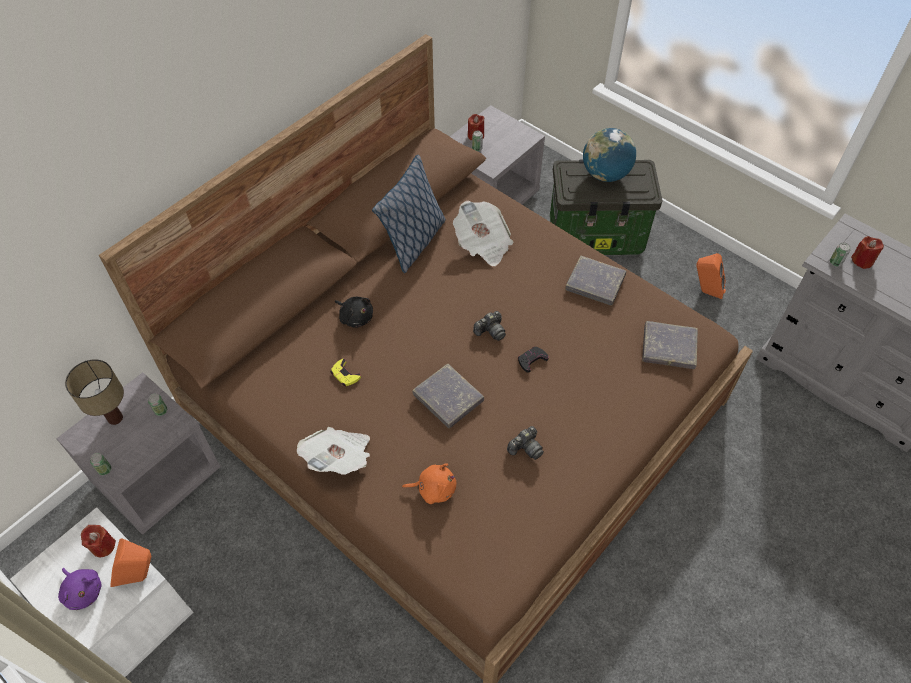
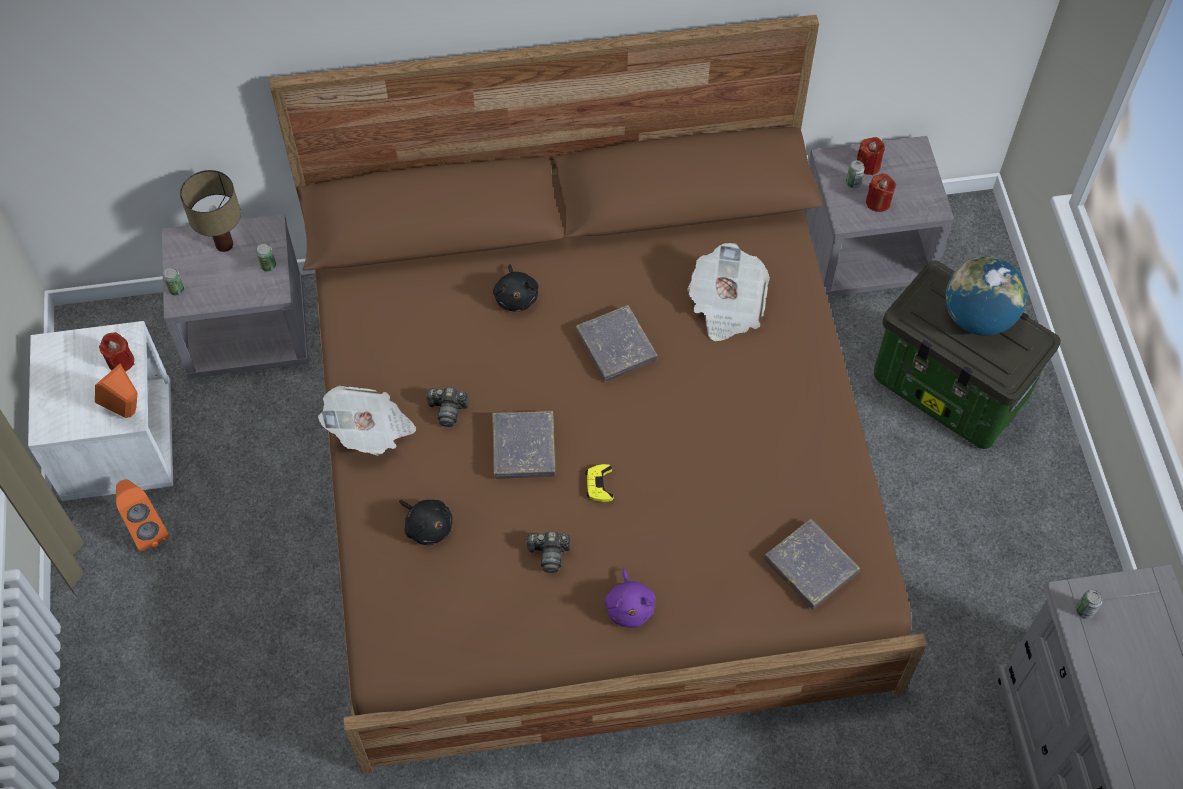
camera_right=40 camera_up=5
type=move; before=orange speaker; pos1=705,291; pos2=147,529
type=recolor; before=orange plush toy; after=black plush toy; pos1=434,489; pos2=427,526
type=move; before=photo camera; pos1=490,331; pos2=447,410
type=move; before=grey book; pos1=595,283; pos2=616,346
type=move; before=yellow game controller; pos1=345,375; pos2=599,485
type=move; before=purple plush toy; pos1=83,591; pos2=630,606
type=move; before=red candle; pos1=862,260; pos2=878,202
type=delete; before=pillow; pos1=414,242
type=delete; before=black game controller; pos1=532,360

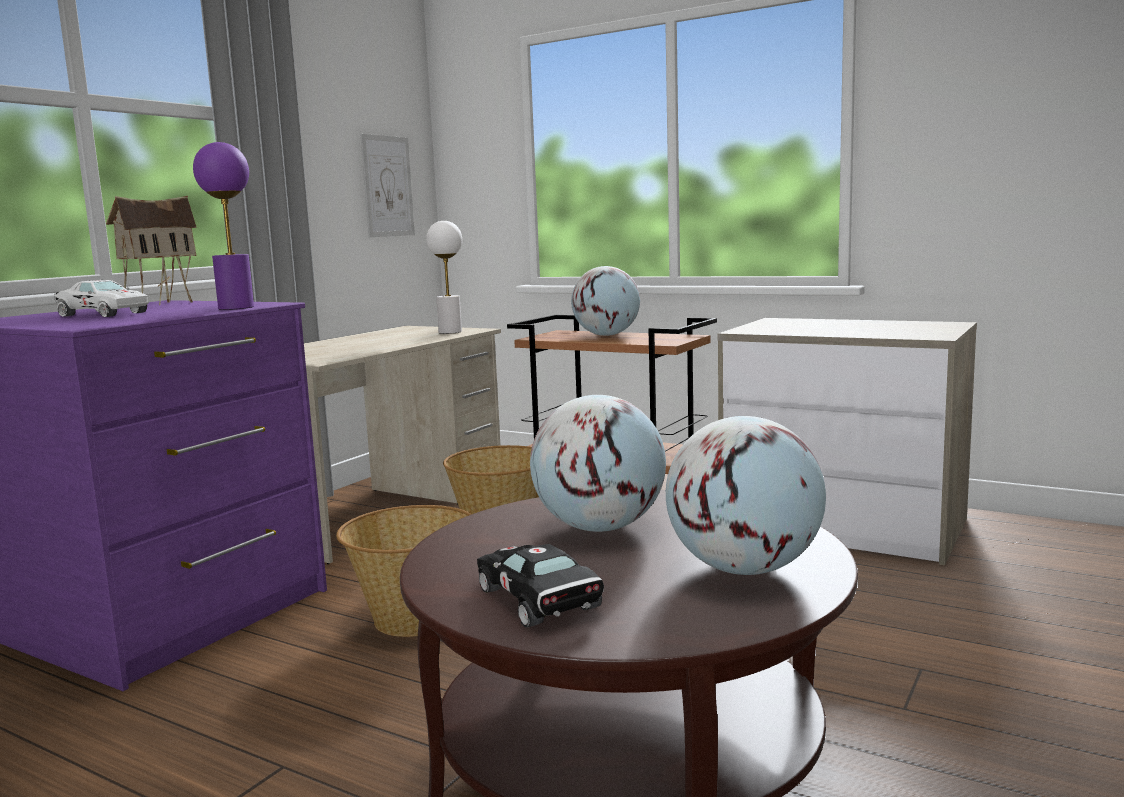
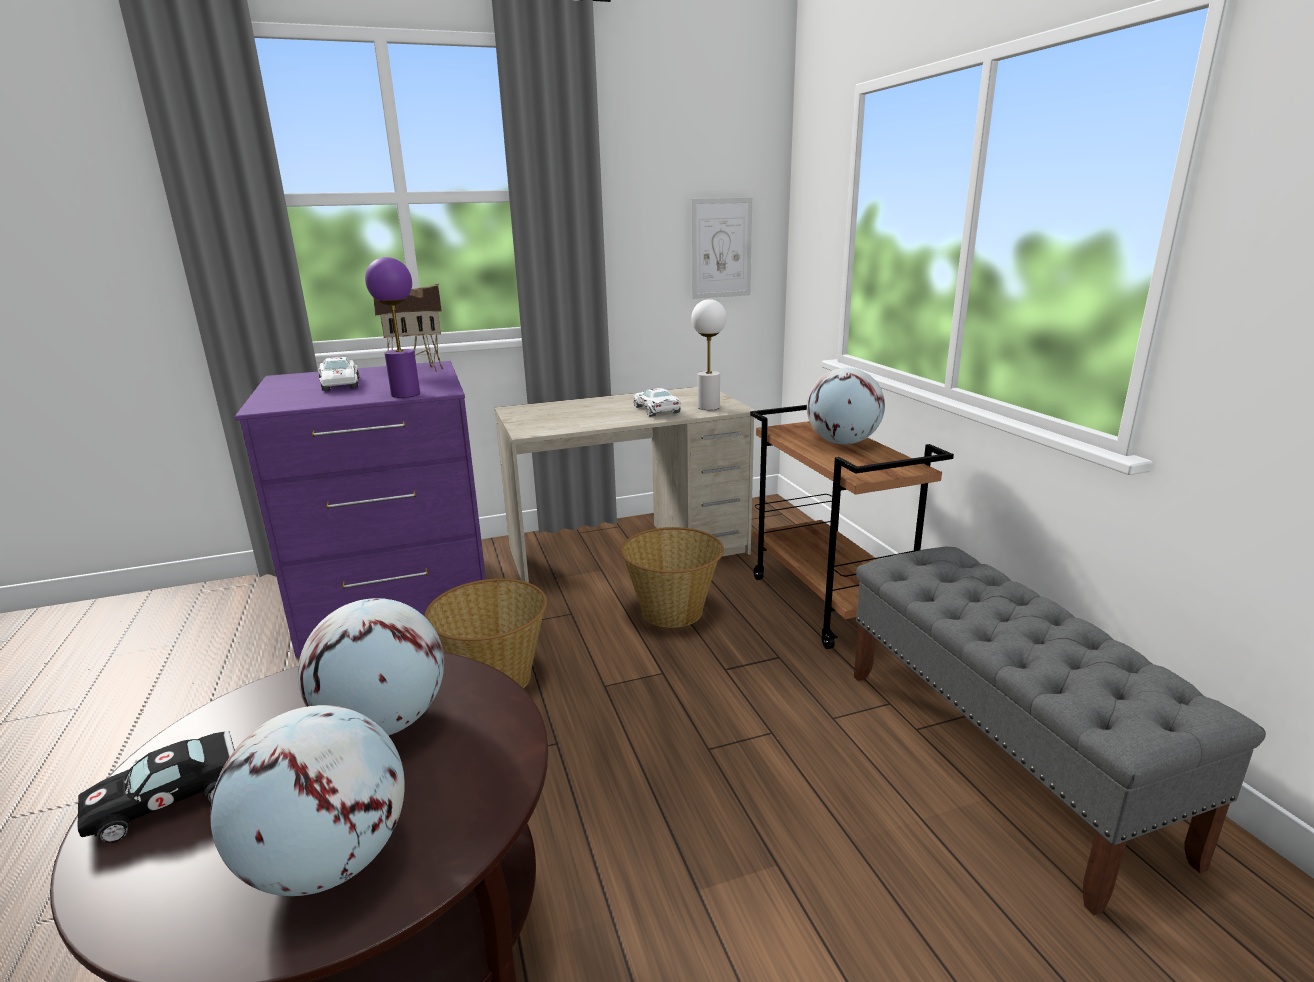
camera_right=40 camera_up=10
type=rotate; before=black toy car; pos1=539,601; pos2=174,797; turn=-135
type=insert; after=white toy car; pos2=656,410
type=replace; before=dresser; after=grey bench; pos1=845,524; pos2=1001,757

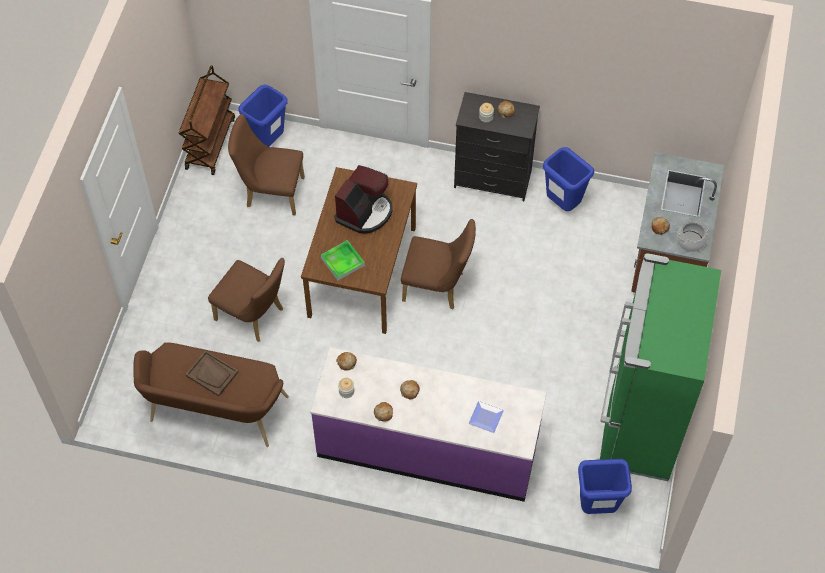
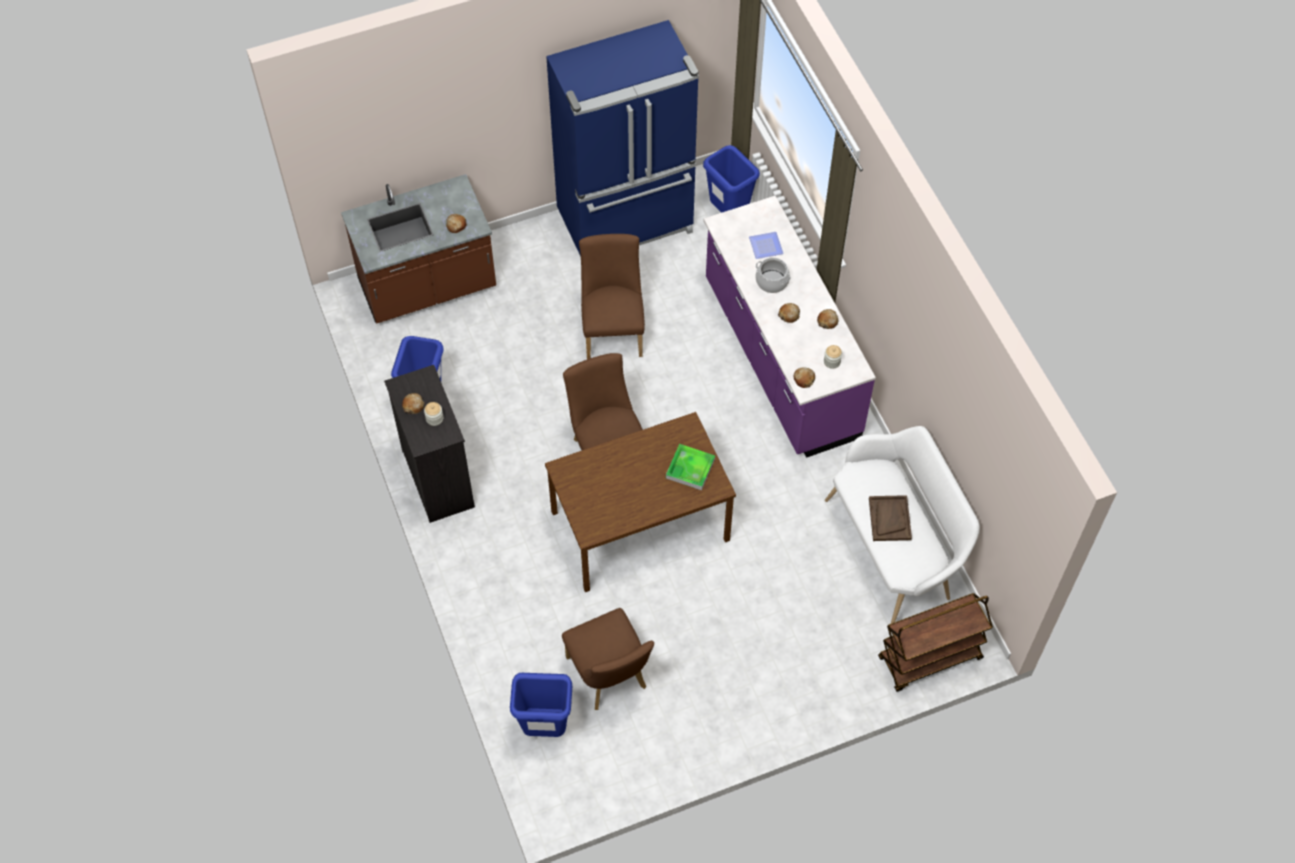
camera_right=-125 camera_up=0
type=recolor; before=green fridge; after=blue fridge; pos1=637,424; pos2=627,223
type=move; before=brown chair; pos1=254,316; pos2=613,329
type=move; before=cooking pot; pos1=690,241; pos2=772,281
type=recolor; before=brown bench; after=white bench; pos1=215,414; pos2=894,549
type=move; before=brown cart; pos1=210,143; pos2=929,659
type=delete; before=coffee machine; pos1=365,212

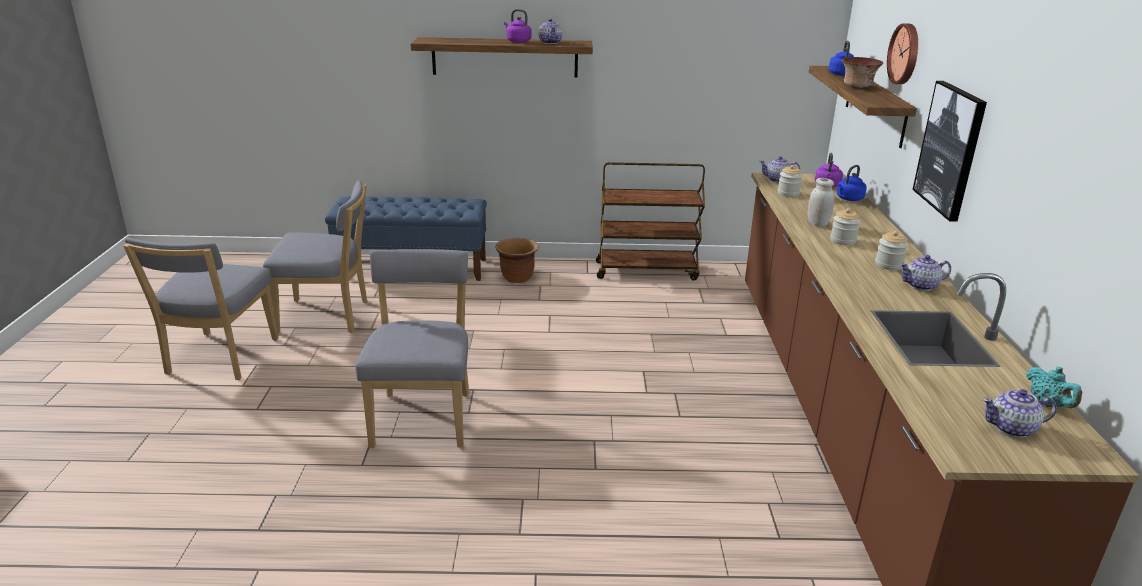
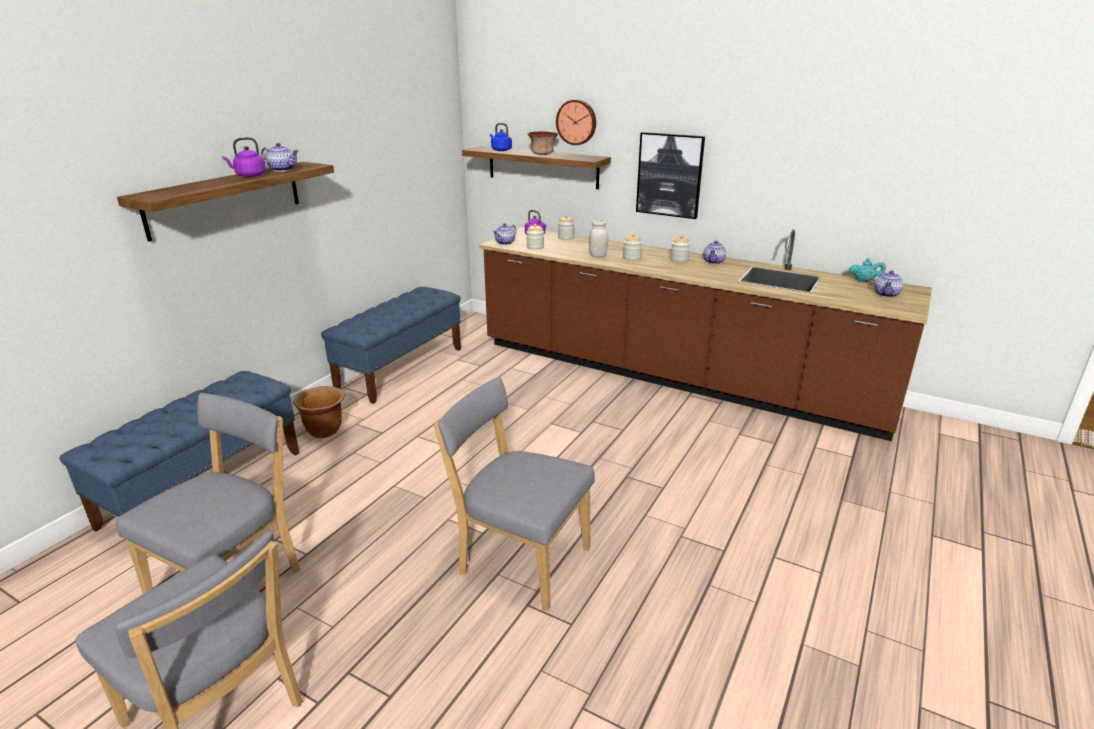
camera_right=-60 camera_up=0
type=replace; before=brown cart; after=blue bench; pos1=647,270; pos2=401,368
type=replace; before=blue kettle; after=jar; pos1=848,199; pos2=566,238

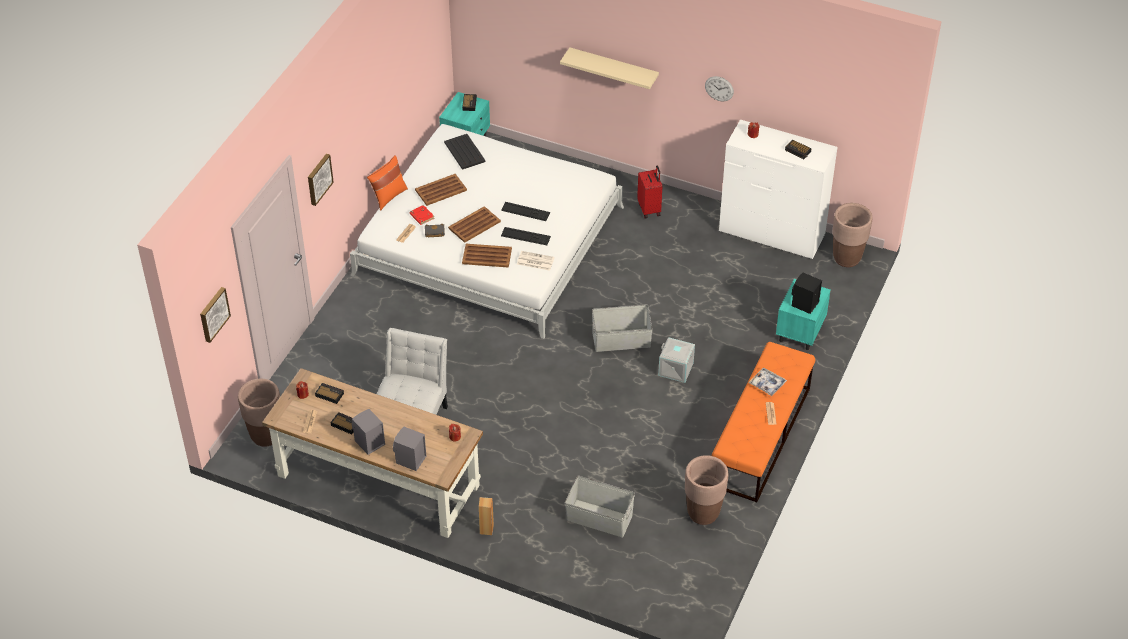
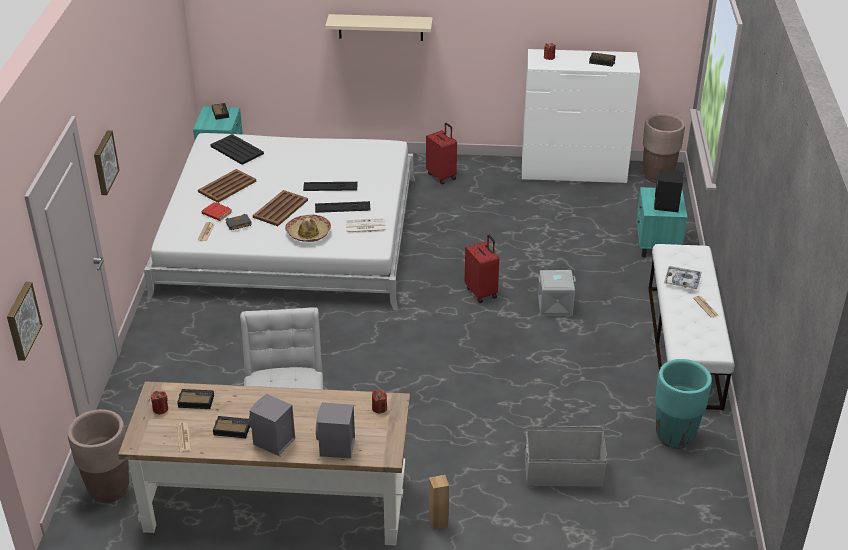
camera_right=-20 camera_up=-10
type=replace; before=brown tray; after=hat; pos1=486,256; pos2=308,233
type=replace; before=grey storage box; after=red suitcase; pos1=621,340; pos2=482,292
type=recolor; before=orange bench; after=white bench; pos1=760,437; pos2=684,346
type=recolor; before=brown planter; after=turquoise planter; pos1=703,513; pos2=674,436
type=delete; before=orange pillow; pos1=388,196
type=delete; before=wall clock; pos1=719,88

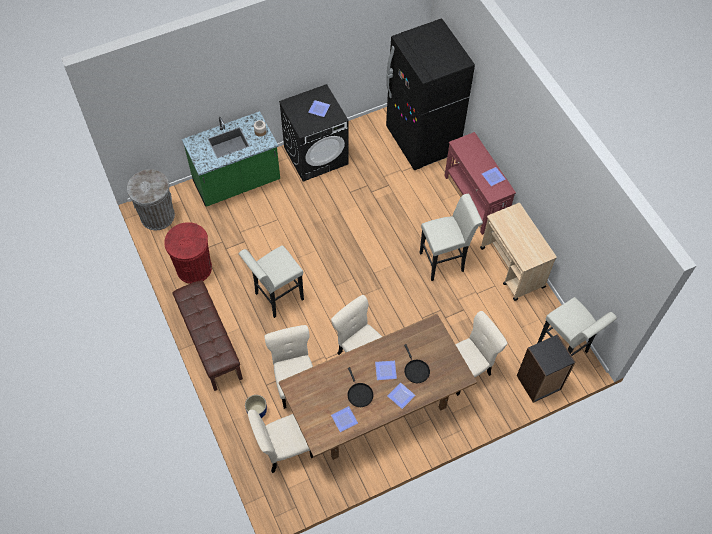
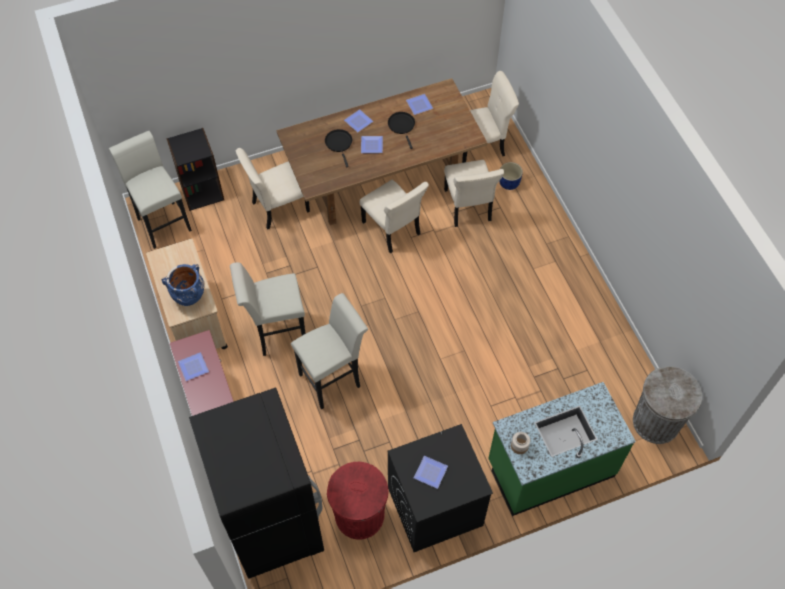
camera_right=-175 camera_up=0
type=insert; after=blue vase; pos2=190,298
type=move; before=white stool; pos1=276,298; pos2=334,378
type=move; before=red trash can; pos1=194,268; pos2=359,515
type=delete; before=brown bench; pos1=209,343

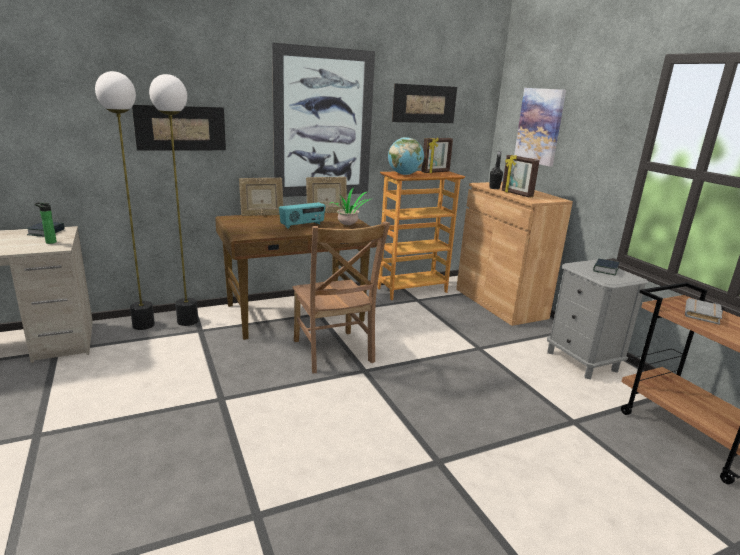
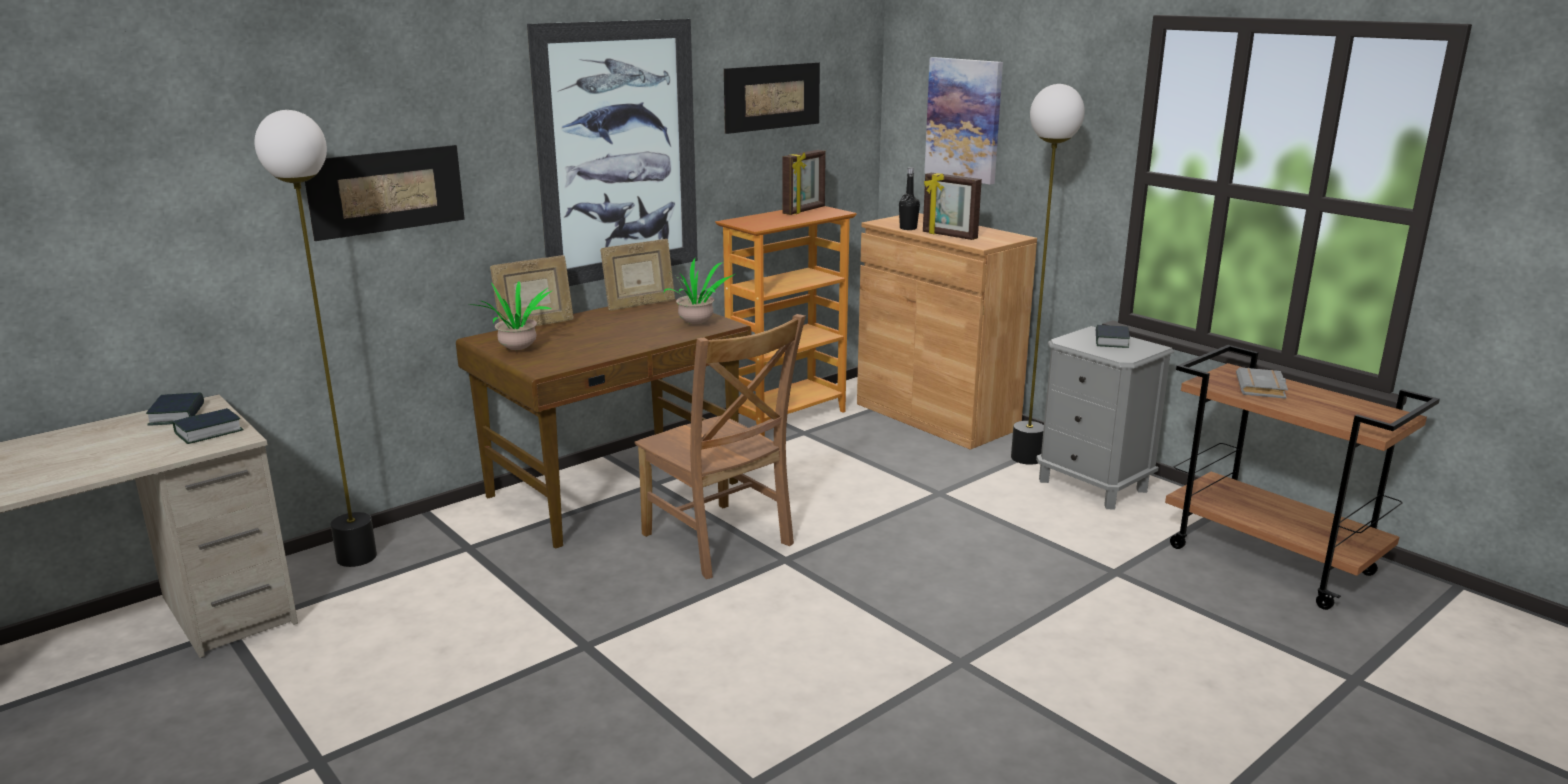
camera_right=-15 camera_up=0
type=replace; before=bottle; after=book; pos1=49,242; pos2=209,432
type=insert; after=potted plant; pos2=518,349
type=move; before=floor lamp; pos1=188,321; pos2=1026,457
type=delete; before=radio; pos1=302,225
type=delete; before=globe; pos1=404,174

